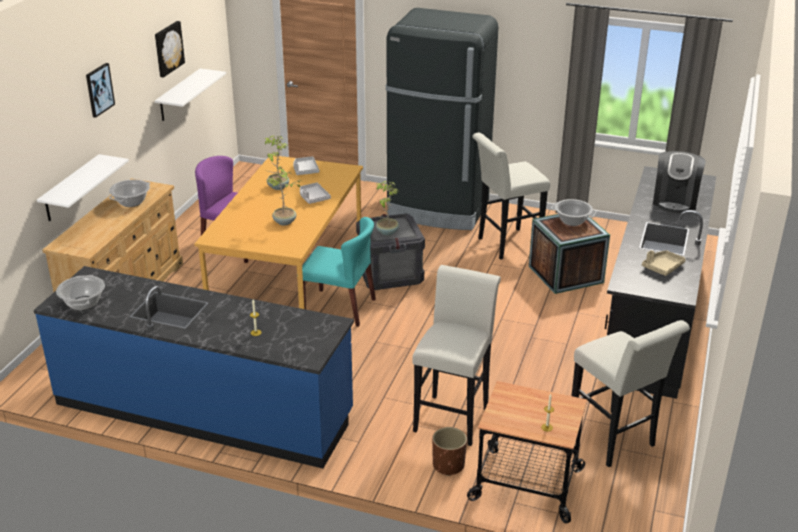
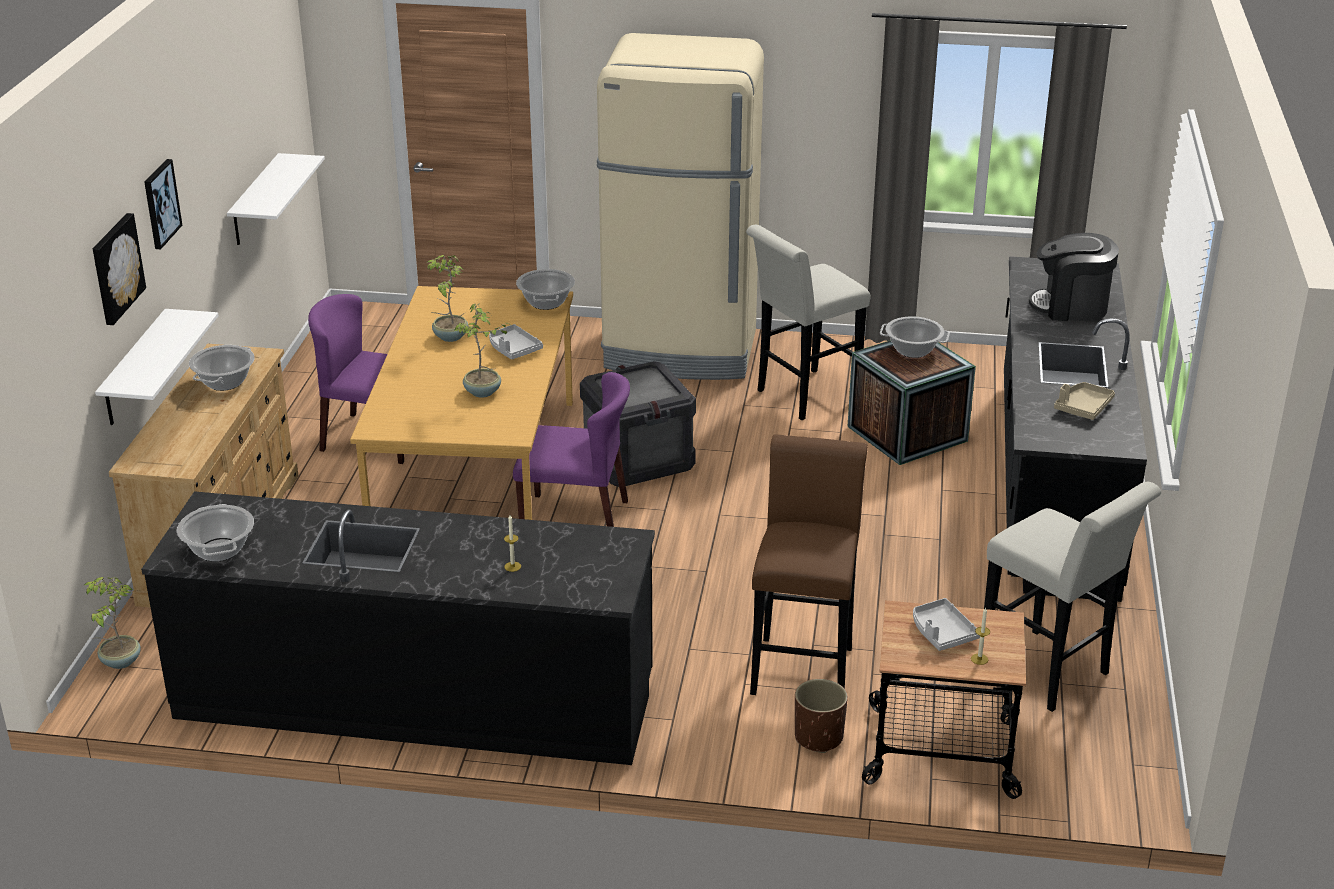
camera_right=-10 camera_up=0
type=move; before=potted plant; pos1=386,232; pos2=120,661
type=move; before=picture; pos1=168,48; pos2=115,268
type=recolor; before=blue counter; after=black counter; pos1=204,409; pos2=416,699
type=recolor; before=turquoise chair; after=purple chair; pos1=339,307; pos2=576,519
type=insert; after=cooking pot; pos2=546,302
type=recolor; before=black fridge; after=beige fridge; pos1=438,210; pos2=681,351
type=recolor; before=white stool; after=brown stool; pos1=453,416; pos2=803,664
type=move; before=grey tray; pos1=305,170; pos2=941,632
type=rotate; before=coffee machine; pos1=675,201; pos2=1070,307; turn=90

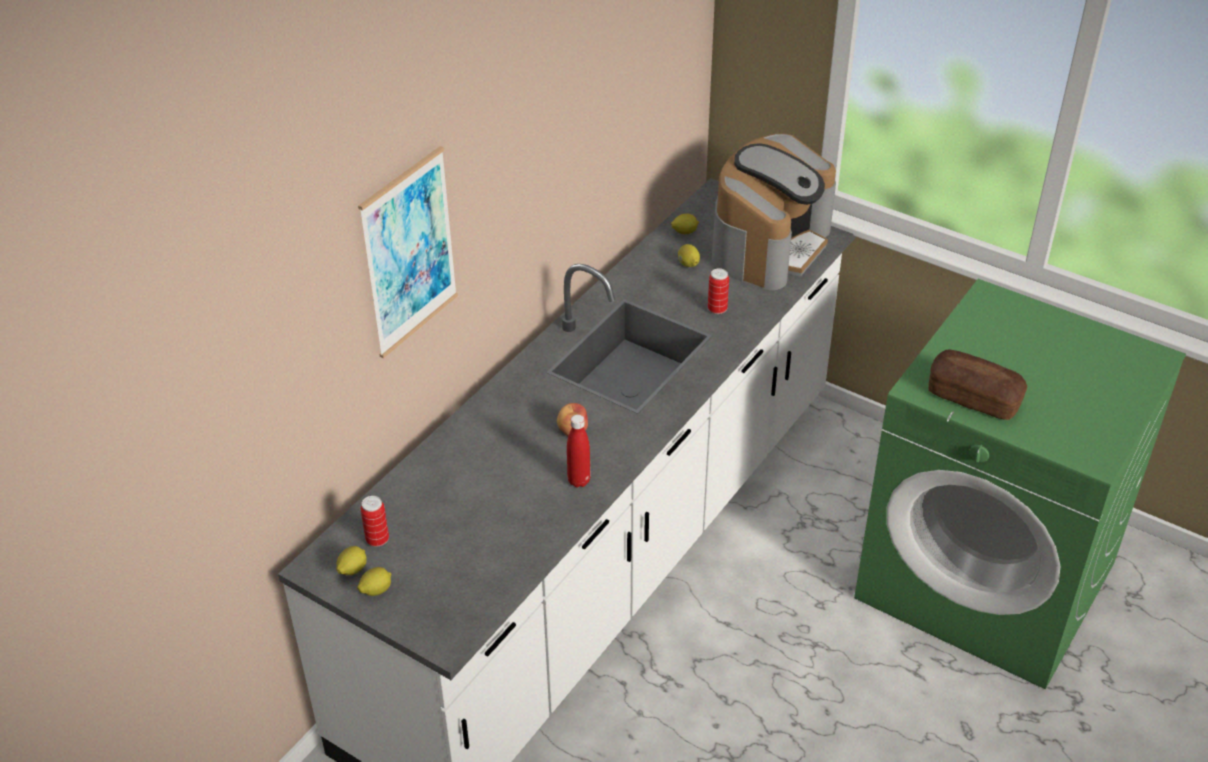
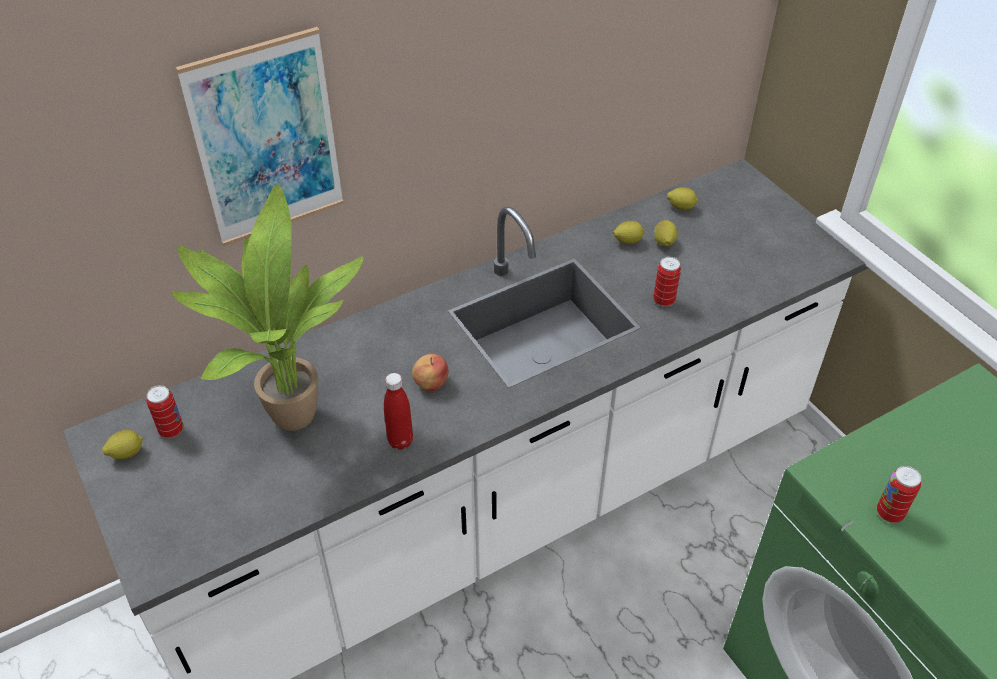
camera_right=25 camera_up=5
type=insert; after=potted plant; pos2=287,415
type=move; before=lemon; pos1=376,590; pos2=627,241
type=replace; before=bread; after=can; pos1=973,398; pos2=889,513
type=delete; before=coffee machine; pos1=769,245

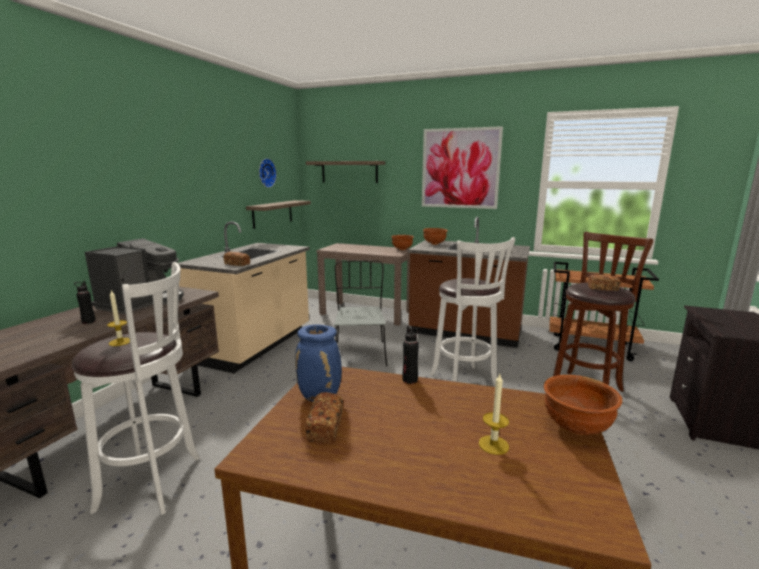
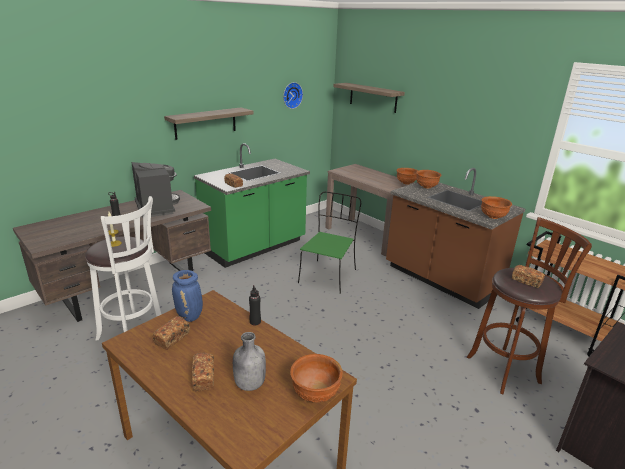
camera_right=25 camera_up=10
type=rotate; before=coffee machine; pos1=142,302; pos2=156,207; turn=-75
type=move; before=shelf; pos1=272,214; pos2=205,123
type=insert; after=bread; pos2=204,378
type=recolor; before=beige counter; after=green counter; pos1=256,346; pos2=255,247
type=replace; before=candle; after=grey bottle; pos1=493,445; pos2=249,384
type=recolor; before=grey chair; after=green chair; pos1=360,353; pos2=328,275
type=insert; after=brown bowl; pos2=493,217
type=delete; before=picture; pos1=460,168
type=delete; before=white stool; pos1=465,382

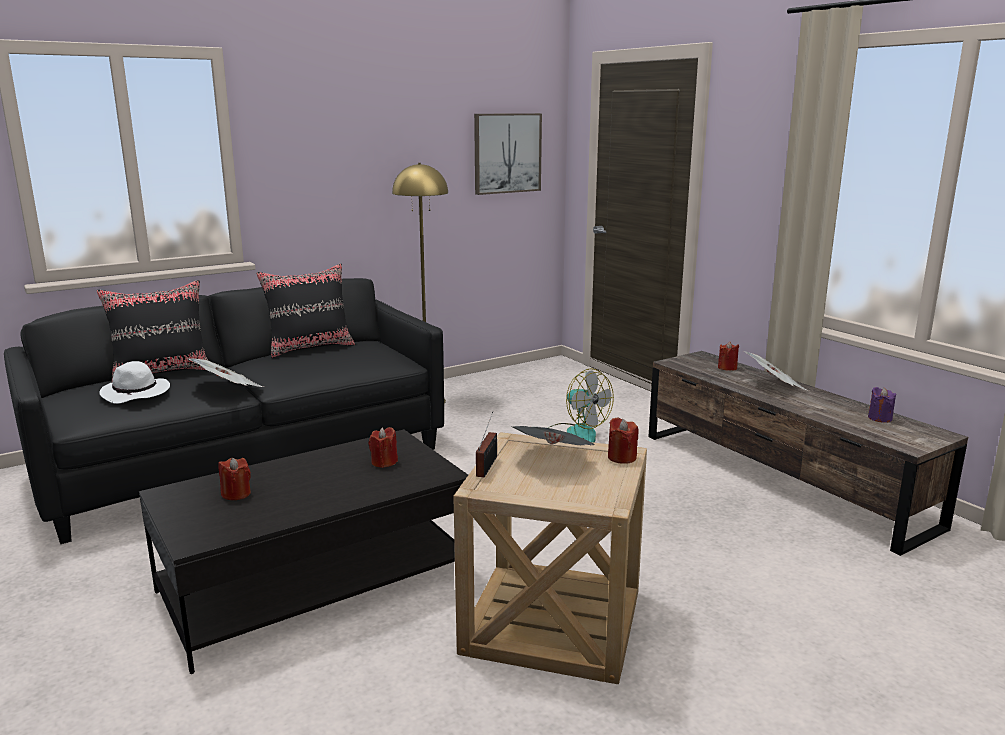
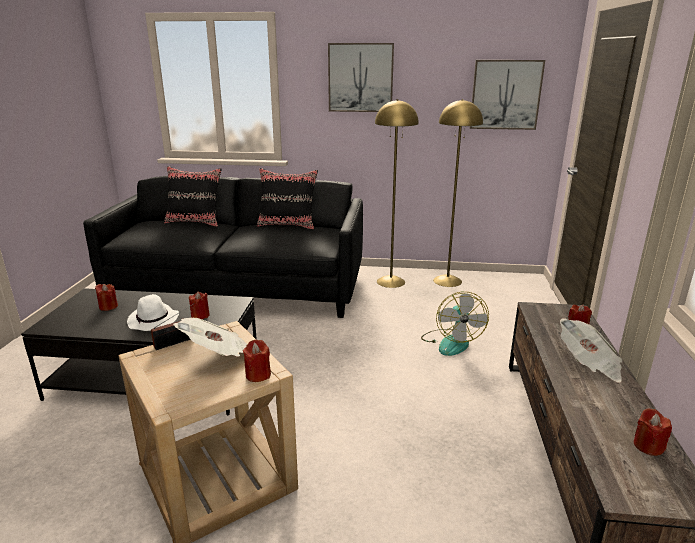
camera_right=40 camera_up=5
type=move; before=white hat; pos1=136,393; pos2=154,321
type=insert; after=picture; pos2=360,78
type=insert; after=yellow floor lamp; pos2=447,281
type=recolor; before=purple candle; after=red candle; pos1=880,418; pos2=648,446
type=delete; before=newspaper; pos1=228,390

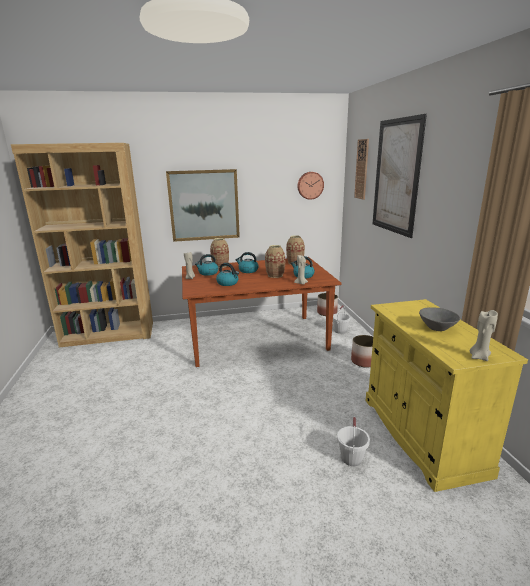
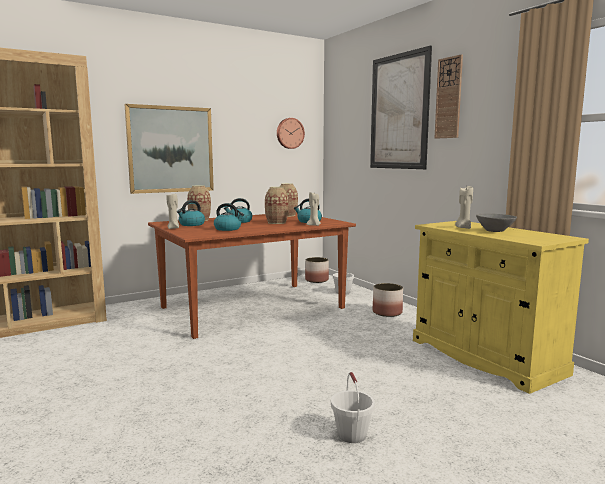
camera_right=-20 camera_up=-10
type=move; before=white bucket; pos1=351,458; pos2=351,434
type=move; before=wall clock; pos1=362,169; pos2=449,98
type=move; before=beige candle; pos1=479,357; pos2=463,227

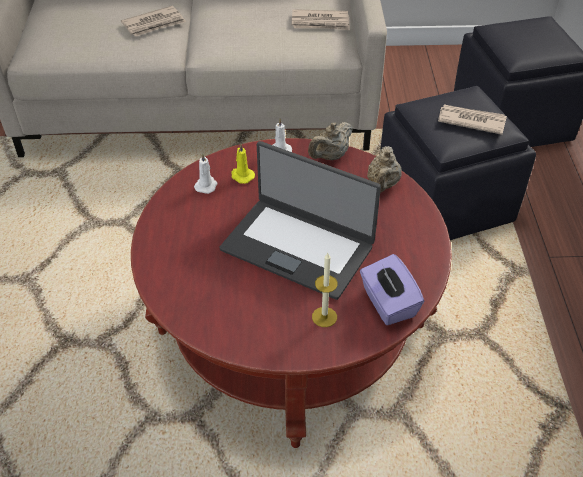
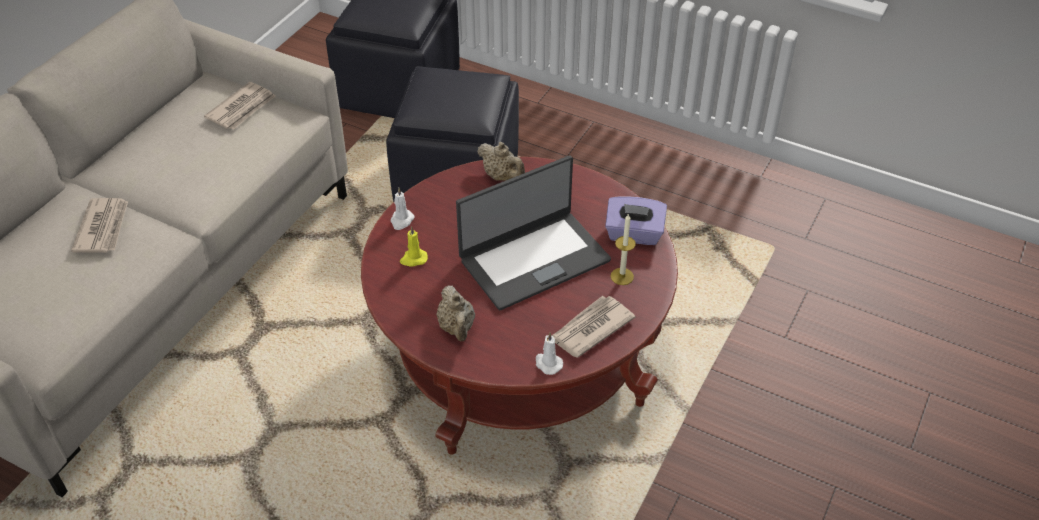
camera_right=-60 camera_up=0
type=move; before=beige teapot; pos1=330,156; pos2=457,328
type=move; before=white candle; pos1=206,185; pos2=548,363
type=move; before=newspaper; pos1=471,121; pos2=590,328

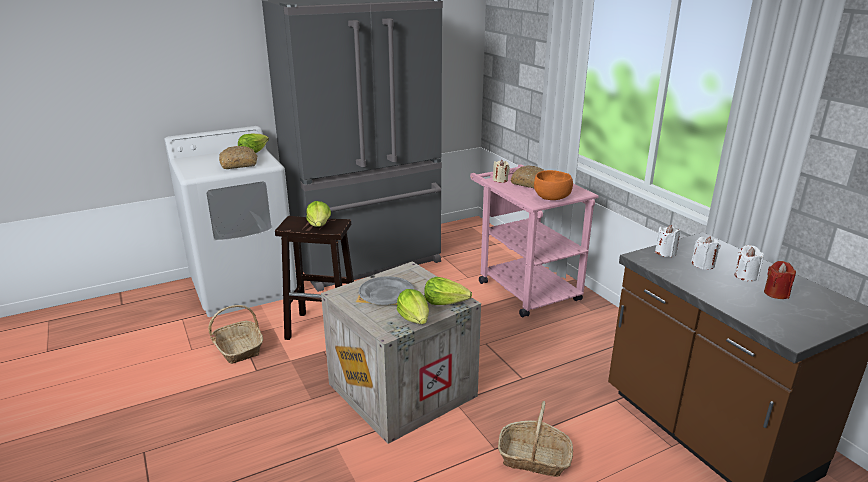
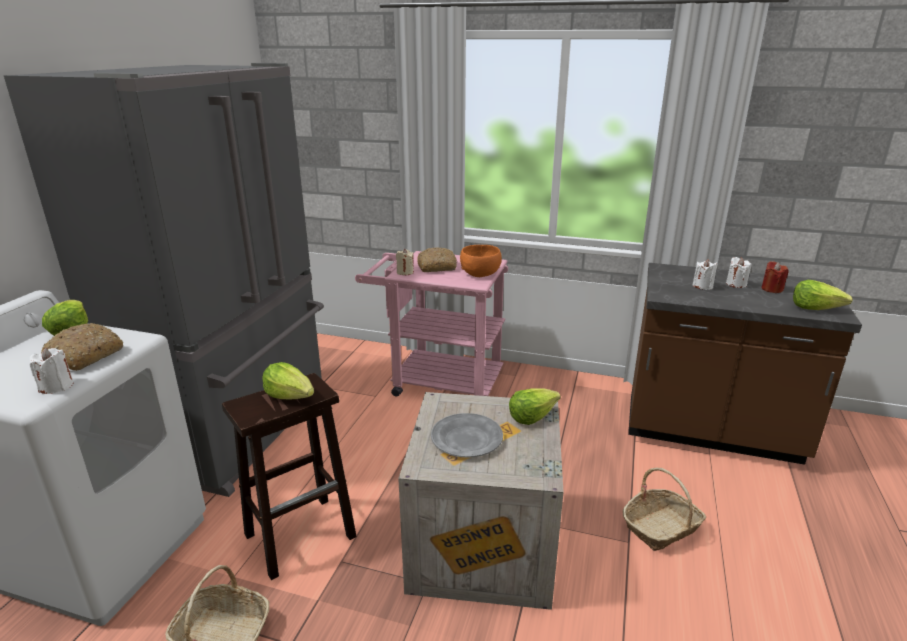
camera_right=-45 camera_up=0
type=move; before=white candle; pos1=665,252; pos2=57,386
type=move; before=lettuce; pos1=415,319; pos2=815,308

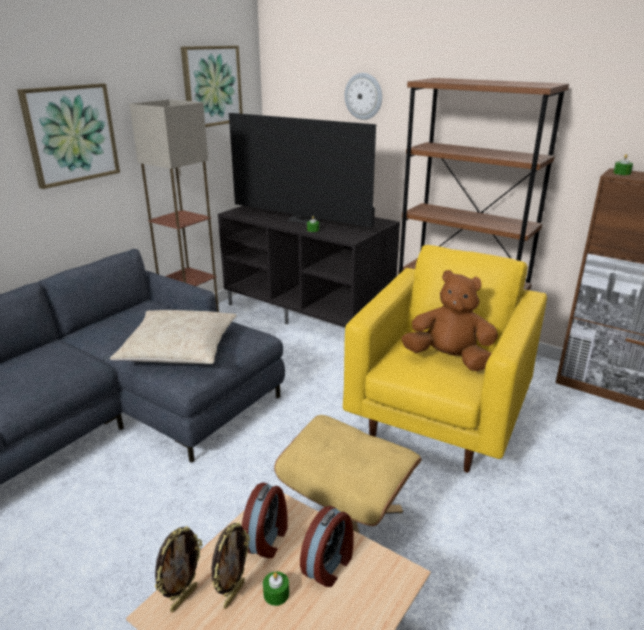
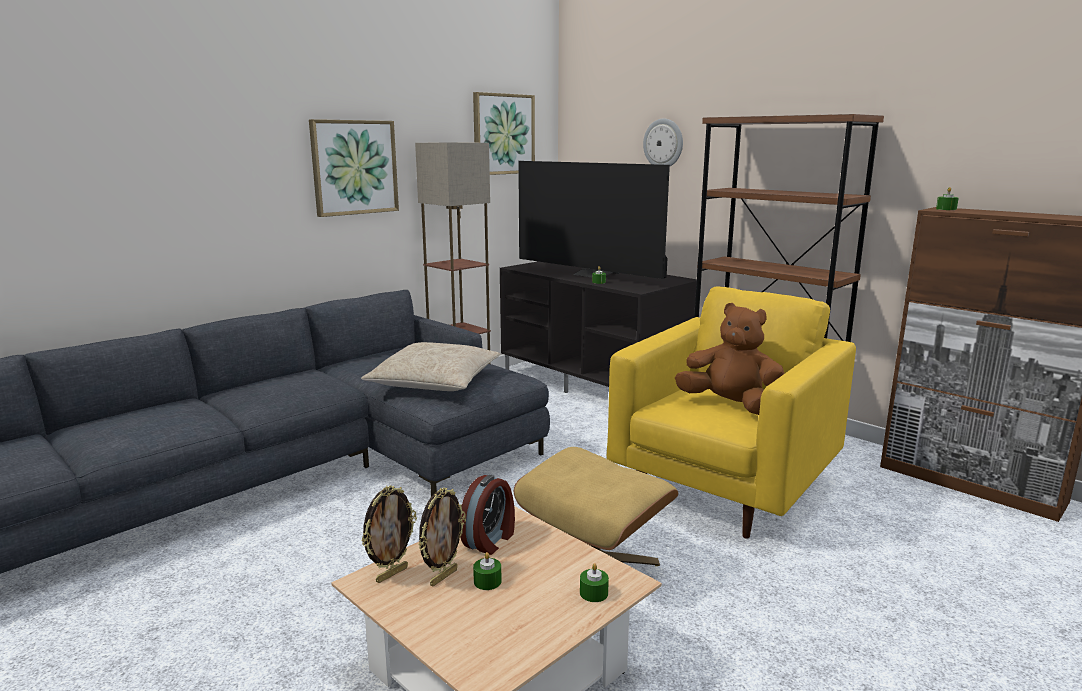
camera_right=10 camera_up=-10
type=insert; after=green candle; pos2=593,593
type=delete; before=alarm clock; pos1=329,565

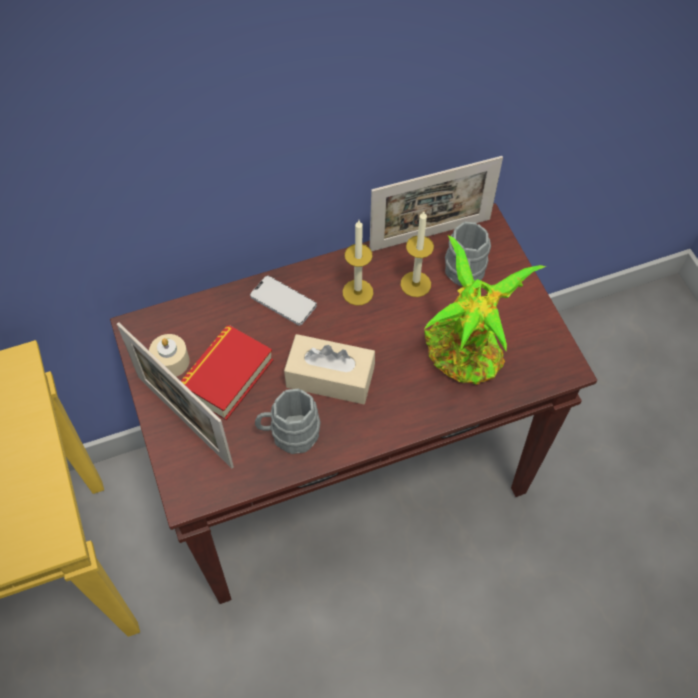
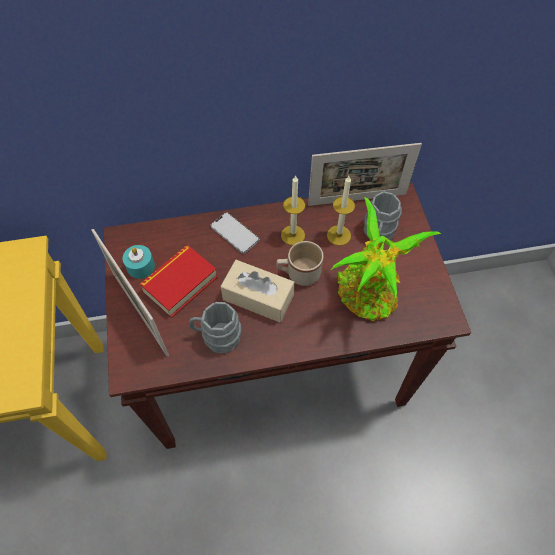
camera_right=10 camera_up=0
type=recolor; before=beige candle; after=turquoise candle; pos1=171,361; pos2=140,266
type=insert; after=beige mug; pos2=298,273

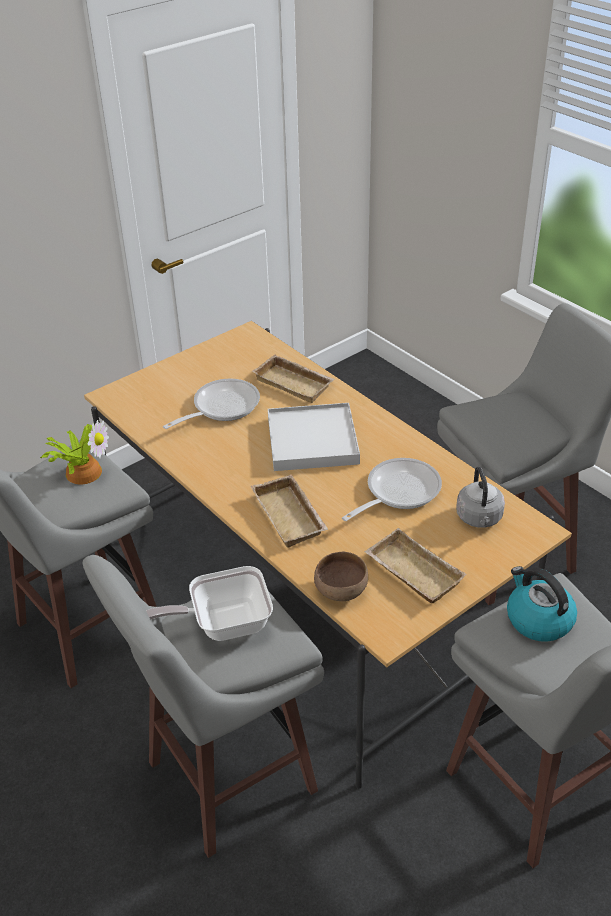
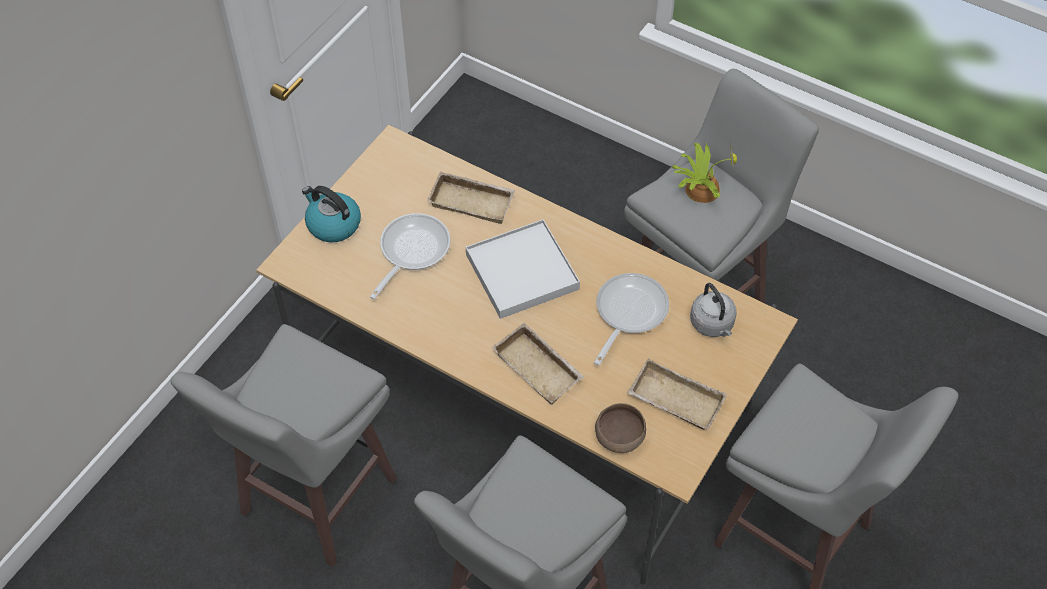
camera_right=-20 camera_up=15
type=move; before=kettle; pos1=538,619; pos2=333,224
type=move; before=potted plant; pos1=82,471; pos2=700,188
type=delete; before=frying pan; pos1=223,624

